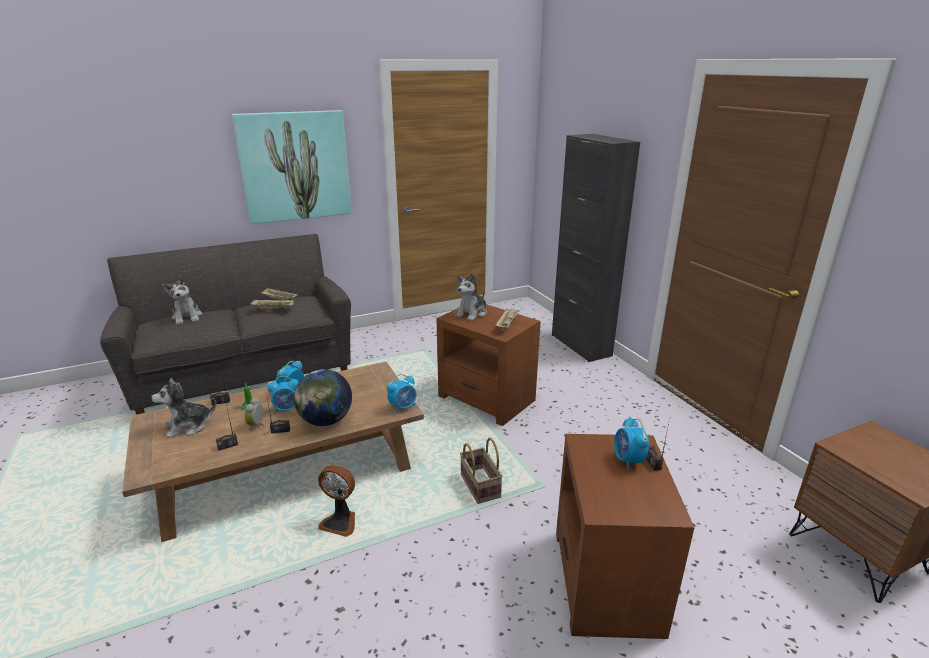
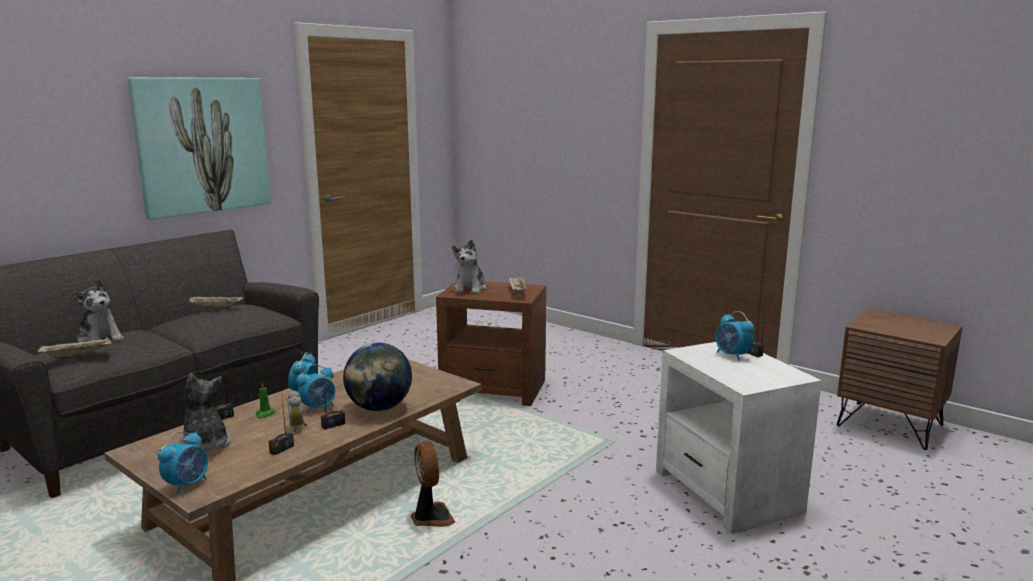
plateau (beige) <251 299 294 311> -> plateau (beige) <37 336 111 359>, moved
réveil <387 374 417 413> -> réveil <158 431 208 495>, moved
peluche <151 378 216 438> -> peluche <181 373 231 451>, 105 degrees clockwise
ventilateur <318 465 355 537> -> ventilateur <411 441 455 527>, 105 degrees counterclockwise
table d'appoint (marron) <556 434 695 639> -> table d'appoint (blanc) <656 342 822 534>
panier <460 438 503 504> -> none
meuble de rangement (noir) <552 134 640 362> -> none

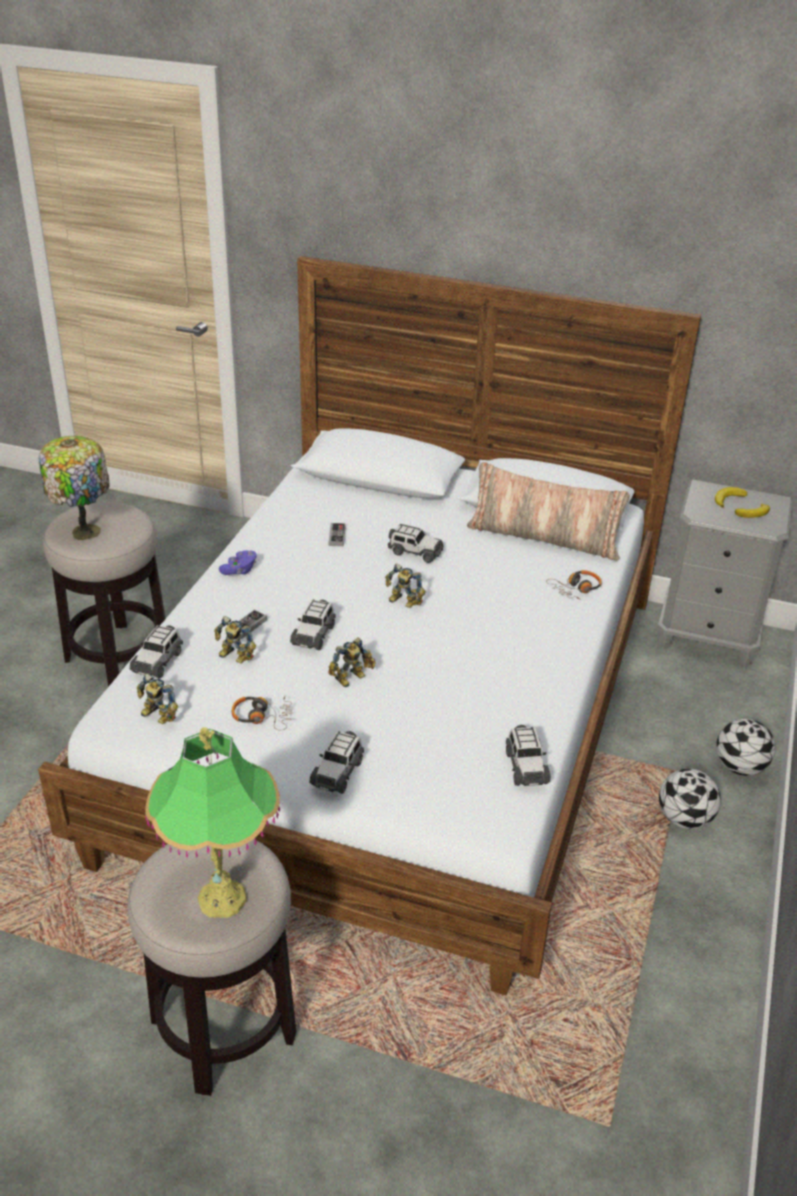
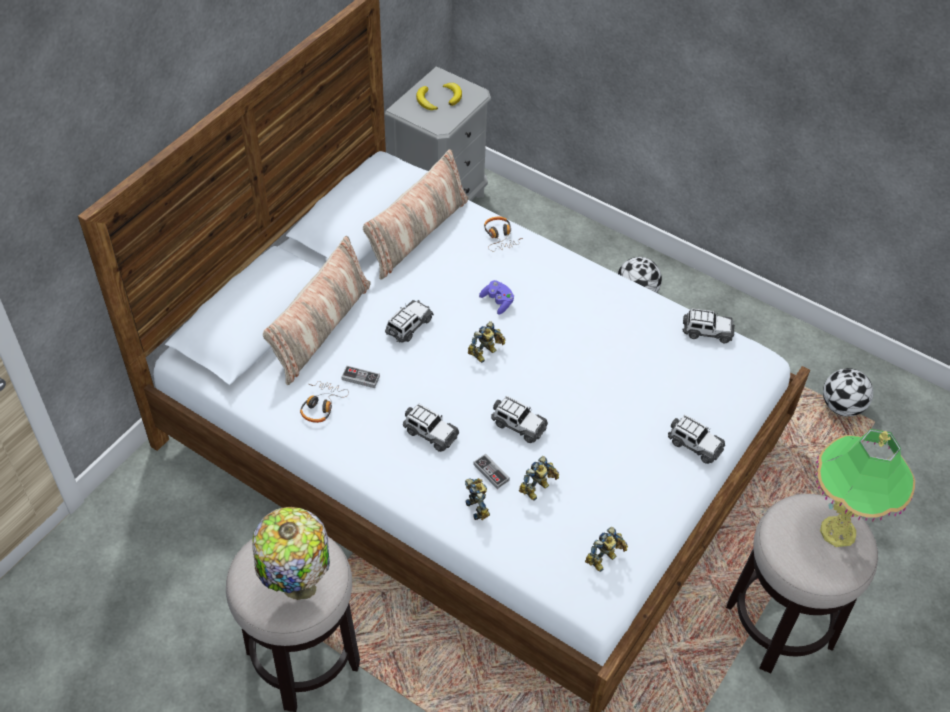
none -> coussin <263 236 371 385>
casque audio <232 696 292 730> -> casque audio <300 381 349 423>, moved
petite voiture <130 625 183 679> -> petite voiture <403 403 459 452>, moved
robot jouet <328 637 376 687> -> robot jouet <465 478 490 520>, moved
manette (violet) <219 550 257 575> -> manette (violet) <479 280 514 315>, moved
ballon de foot <716 718 776 776> -> ballon de foot <823 368 873 417>, moved

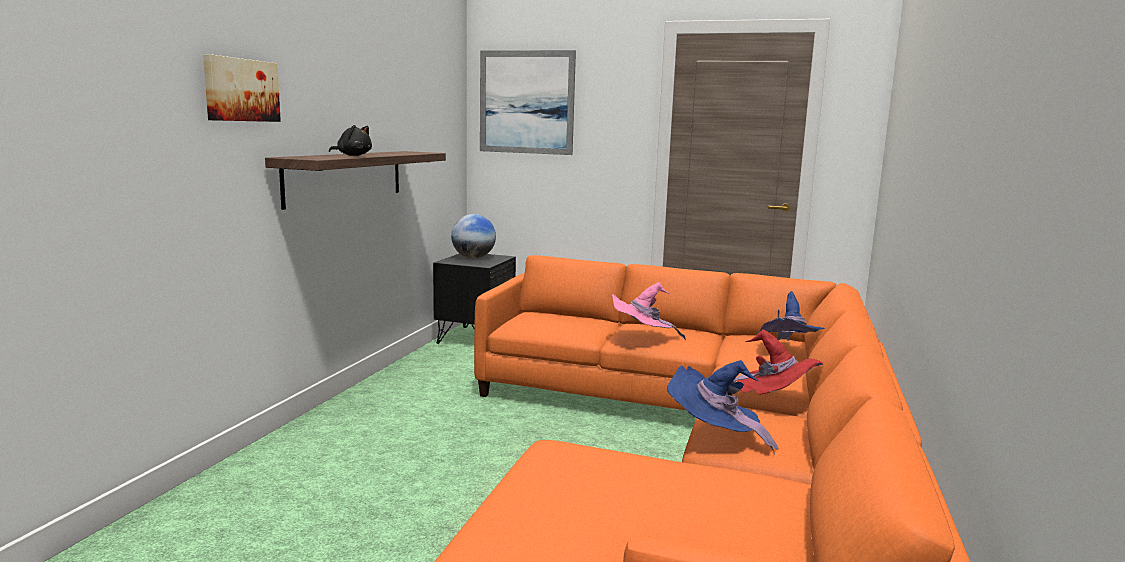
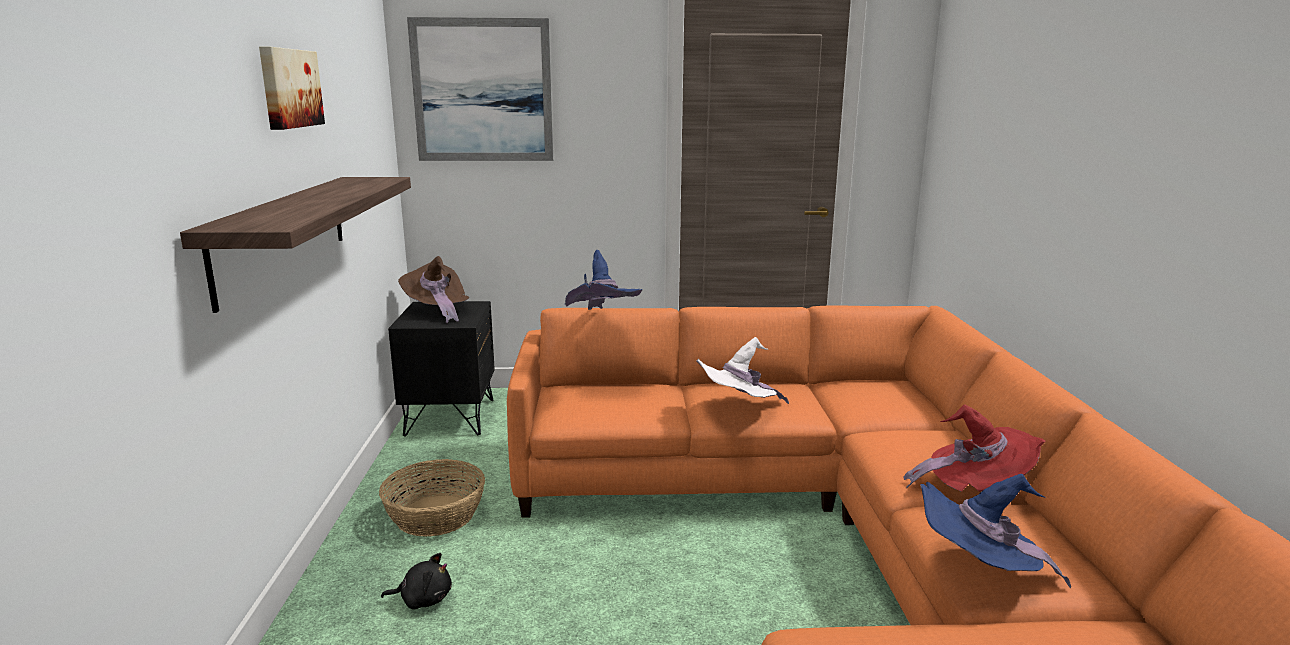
tableau <203 54 281 122> -> tableau <259 47 325 130>, moved
none -> panier <379 459 485 537>
peluche (noir) <329 125 372 156> -> peluche (noir) <381 553 452 610>, moved
globe <451 214 496 258> -> chapeau (marron) <398 256 470 323>
chapeau (bleu) <758 291 824 341> -> chapeau (bleu) <565 250 642 310>, moved
chapeau (rose) <611 282 686 340> -> chapeau (blanc) <696 337 789 404>

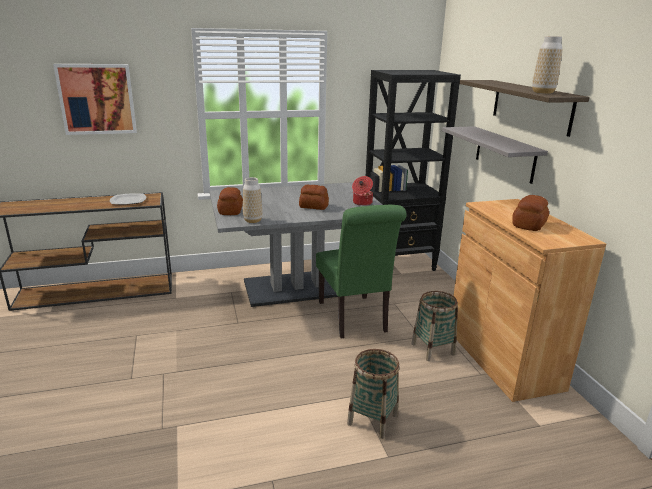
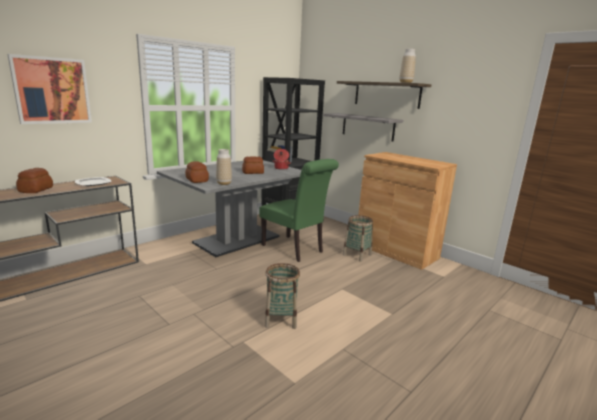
pain <512 195 549 231> -> pain <16 168 53 193>, moved
panier <347 349 400 439> -> panier <265 263 300 329>, moved

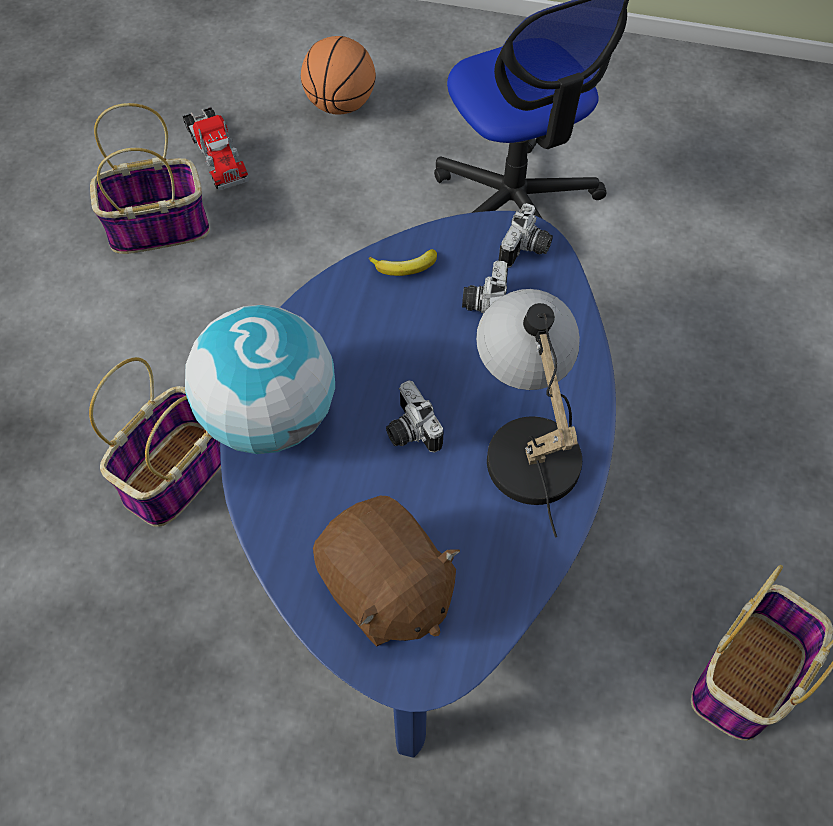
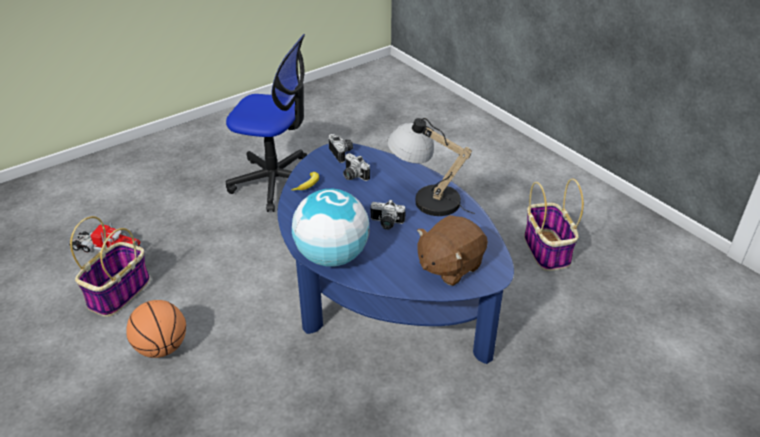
ballon de basket <301 36 376 115> -> ballon de basket <126 300 186 358>, moved
peluche (marron) <313 496 460 647> -> peluche (marron) <417 215 488 286>, 135 degrees clockwise
panier <89 357 221 527> -> none

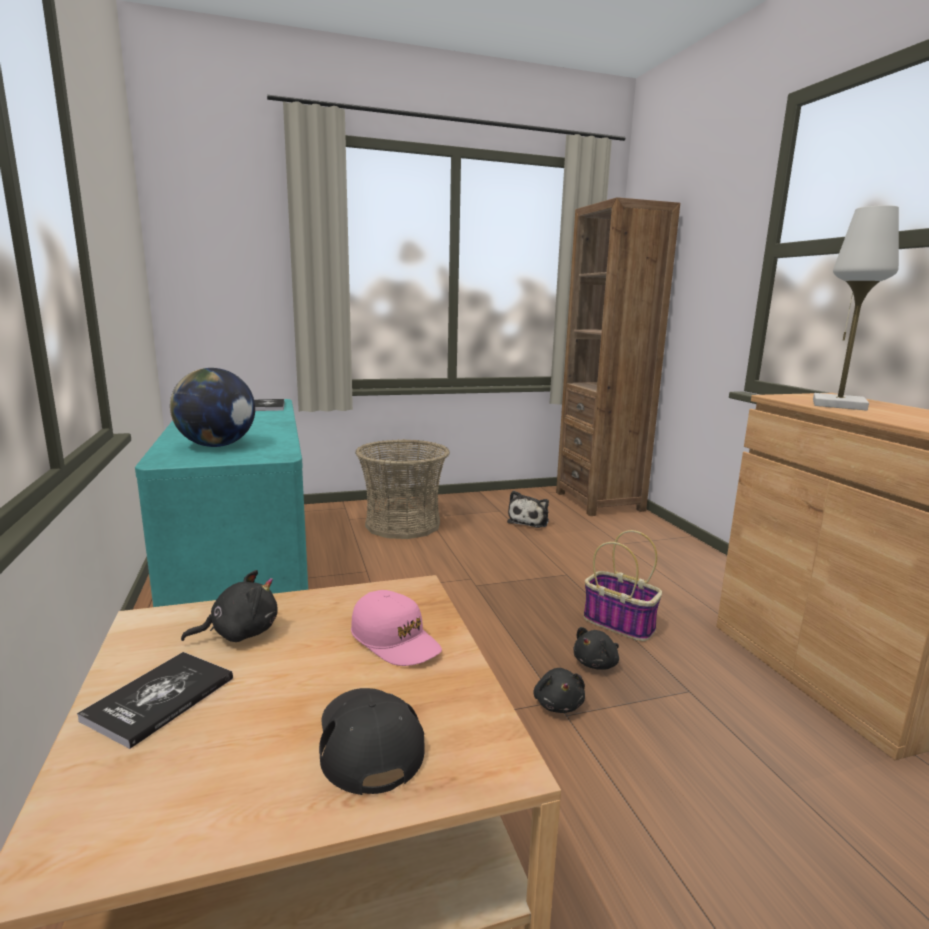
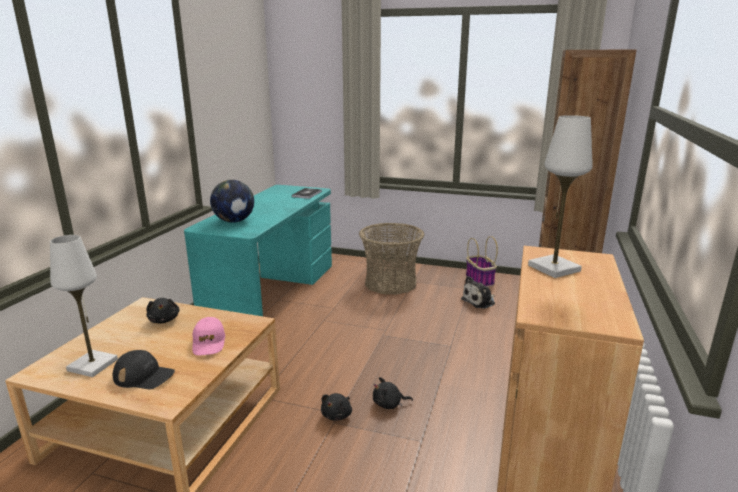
none -> lampe de table (blanc) <50 235 118 377>
casquette (noir) <319 688 425 795> -> casquette (noir) <113 350 175 389>, 90 degrees clockwise
peluche (noir) <181 570 277 642> -> peluche (noir) <146 298 180 323>, 60 degrees clockwise
panier <584 530 662 641> -> panier <466 236 498 287>, moved
livre <77 652 233 749> -> none

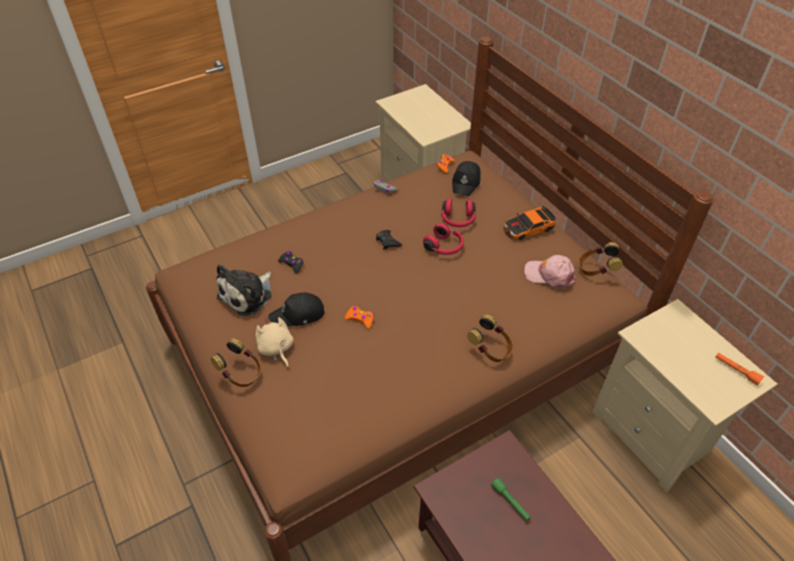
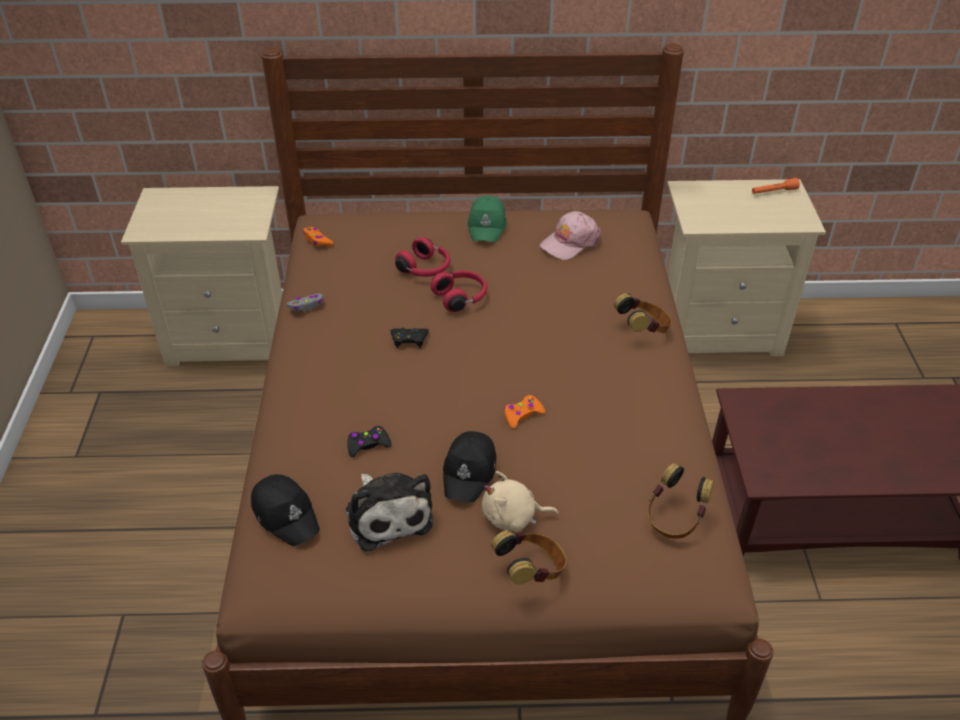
casquette (noir) <452 161 481 196> -> casquette (noir) <251 474 320 546>, moved
petite voiture <503 206 555 240> -> casquette (vert) <467 196 506 242>
casque audio <578 242 623 276> -> casque audio <648 463 714 539>, moved
lampe de poche (vert) <491 478 531 521> -> none

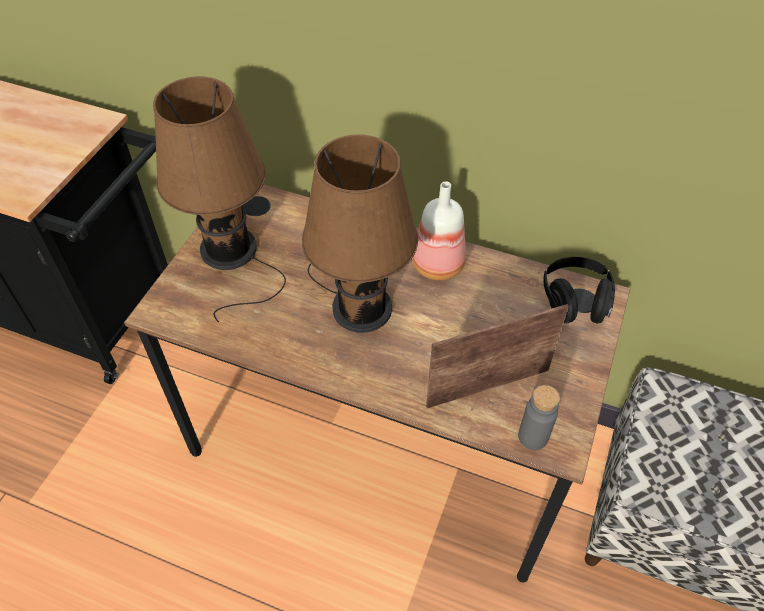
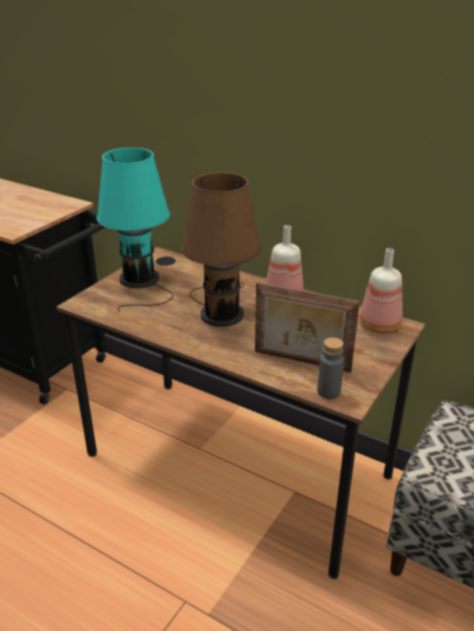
lampe de table (marron) <153 76 286 323> -> lampe de table (turquoise) <97 148 173 312>
cadre photo <426 304 569 408> -> cadre photo <255 282 360 372>, 150 degrees counterclockwise
casque audio (noir) <544 257 615 324> -> bouteille <360 248 403 334>

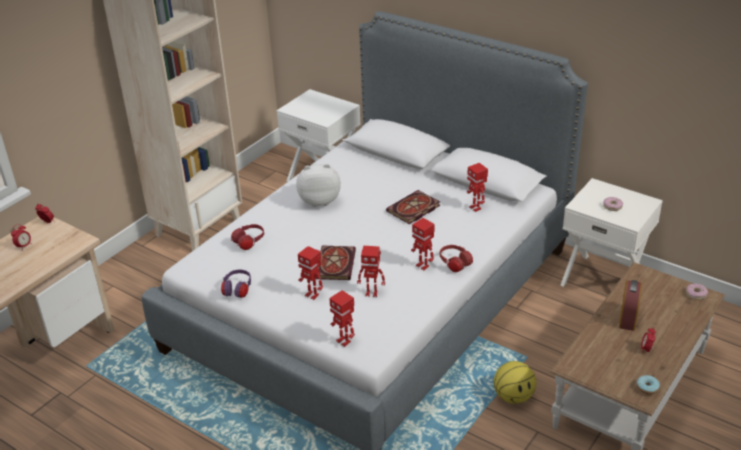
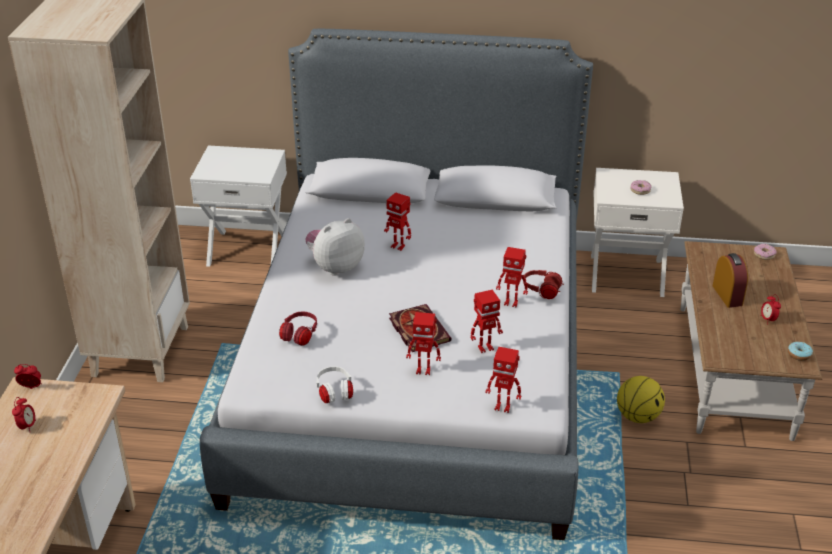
casque audio (violet) <221 270 251 298> -> casque audio (blanc) <316 366 353 404>
robot jouet <467 163 488 212> -> robot jouet <384 192 411 251>, moved
livre <386 190 440 224> -> none

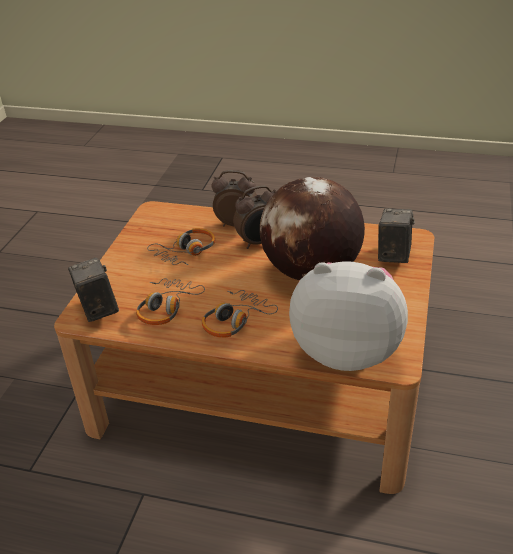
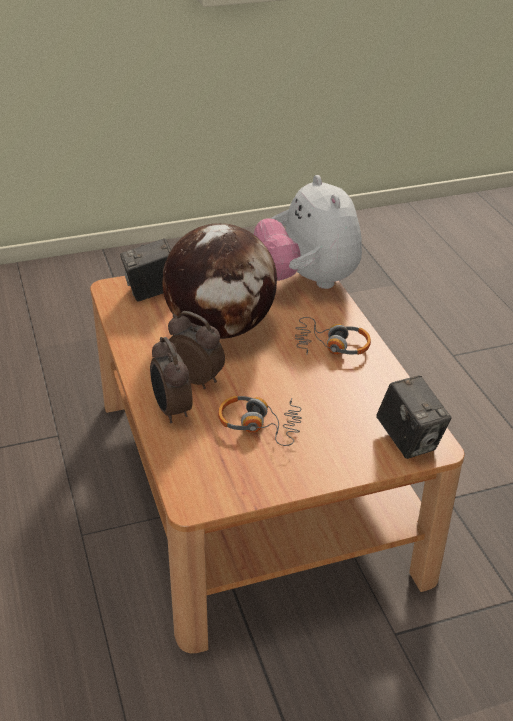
appareil photo <68 257 119 322> -> appareil photo <376 375 452 459>, 60 degrees counterclockwise
casque audio <136 278 205 325> -> none

